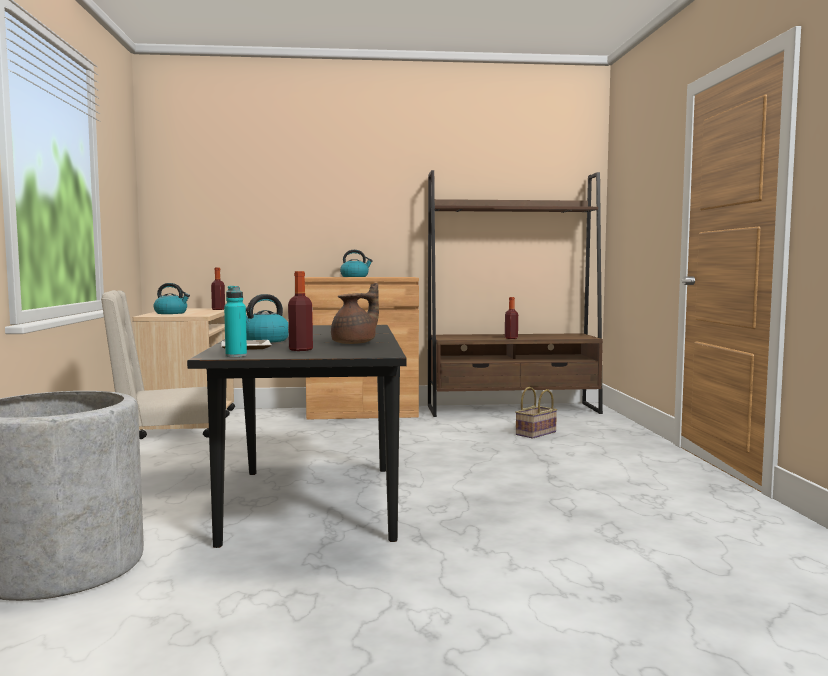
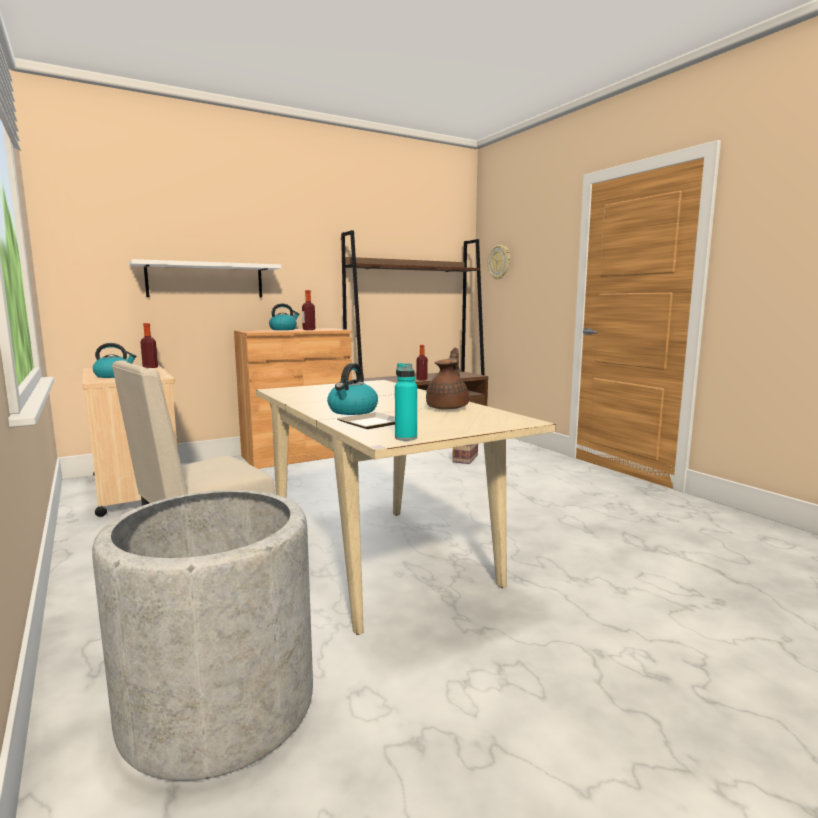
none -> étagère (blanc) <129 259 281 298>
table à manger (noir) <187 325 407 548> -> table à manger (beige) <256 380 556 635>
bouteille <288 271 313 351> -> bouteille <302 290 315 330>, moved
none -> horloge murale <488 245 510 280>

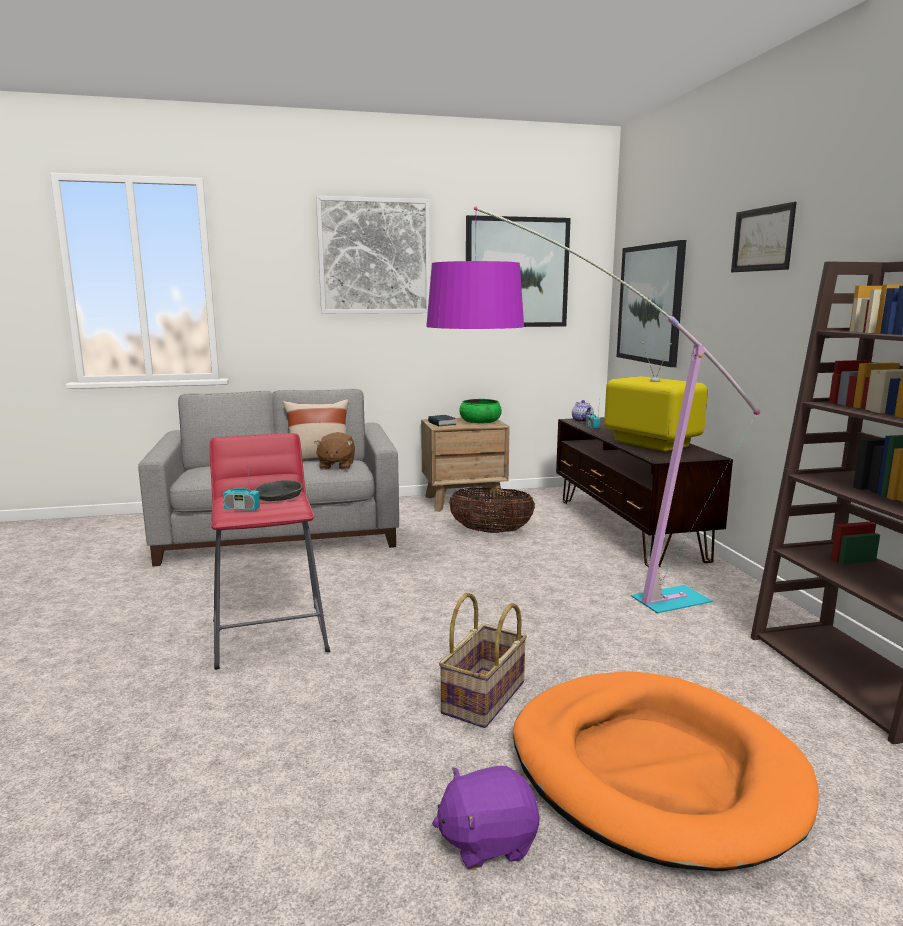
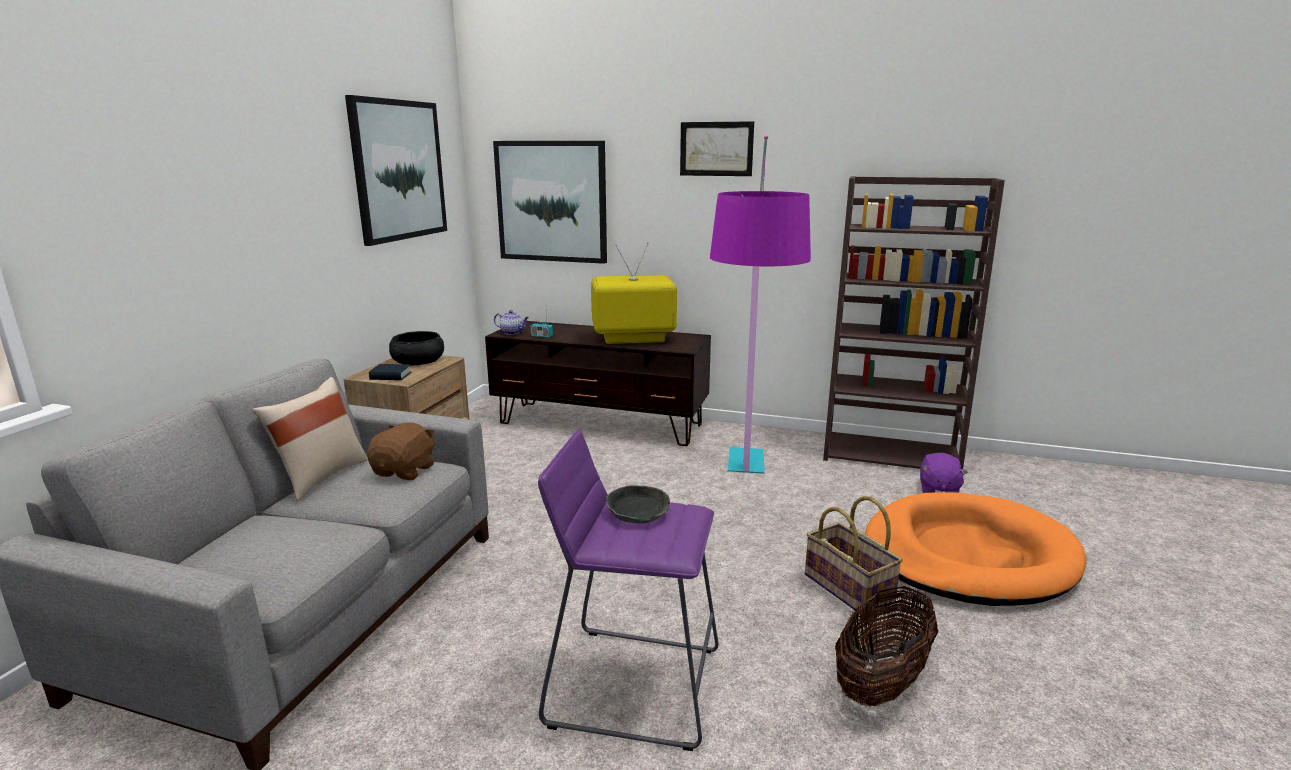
peluche (marron) <314 432 355 470> -> peluche (marron) <367 422 435 480>, 105 degrees counterclockwise
bol (vert) <459 399 502 423> -> bol (noir) <389 331 444 366>
tabouret (rouge) <210 433 330 670> -> tabouret (violet) <538 430 719 751>
panier <448 487 535 533> -> panier <835 586 938 706>, moved
peluche (violet) <432 766 540 869> -> peluche (violet) <920 453 968 493>, moved
radio <223 460 260 511> -> none
tableau <316 196 430 314> -> none

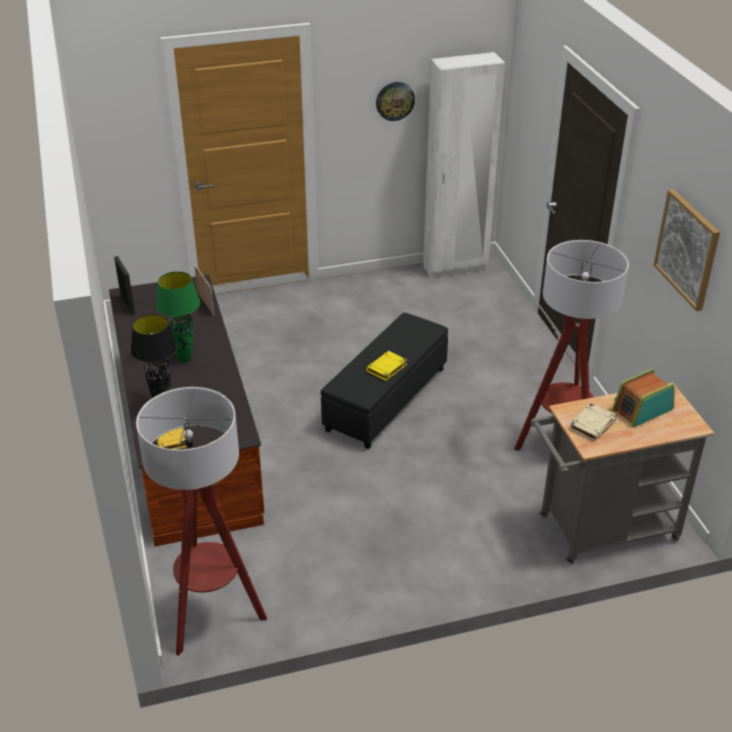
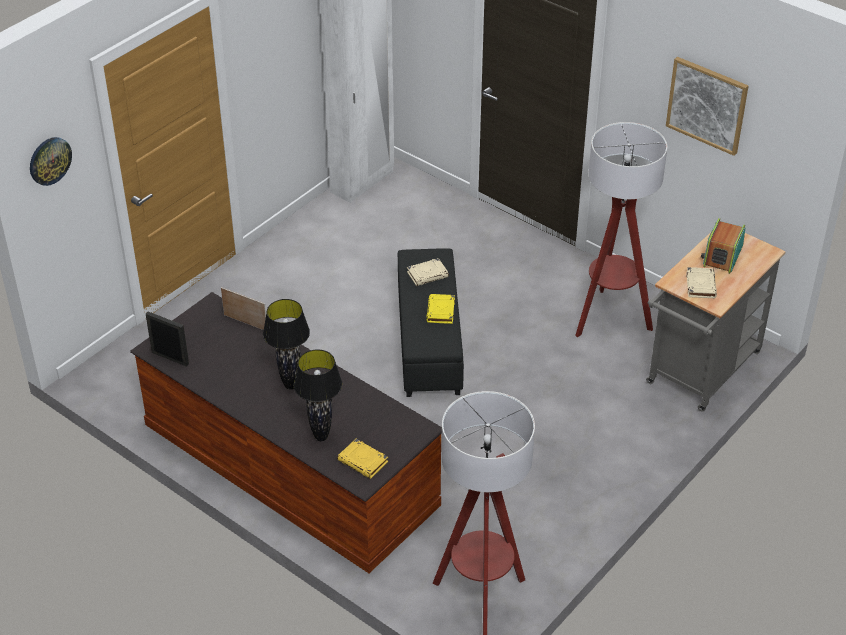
horloge murale <376 82 415 121> -> horloge murale <30 137 72 186>, moved
lampe de table (vert) <156 271 200 363> -> lampe de table (noir) <263 299 310 389>
none -> livre (beige) <407 258 449 286>

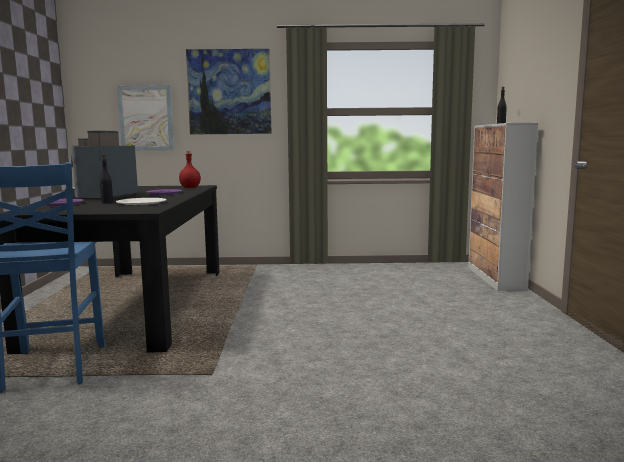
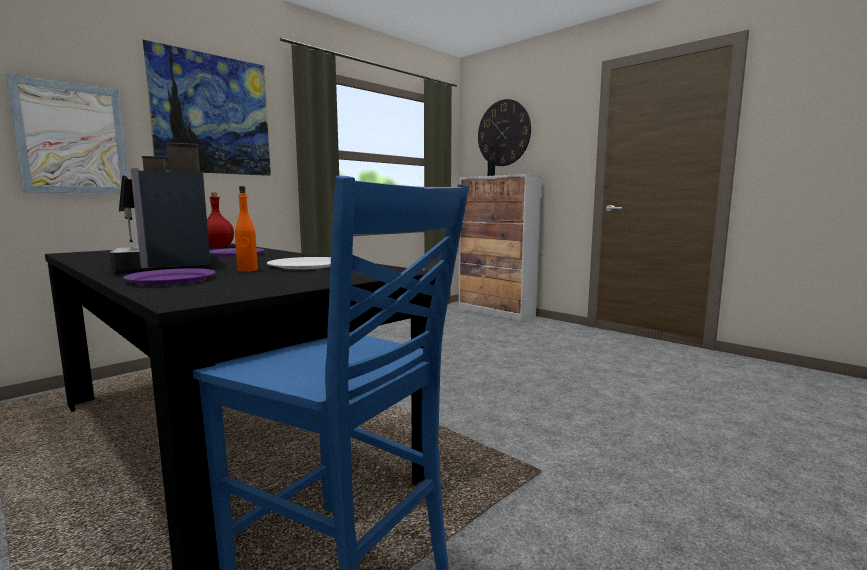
bouteille (noir) <100 155 113 204> -> bouteille (orange) <235 186 258 272>
none -> horloge murale <478 99 531 166>

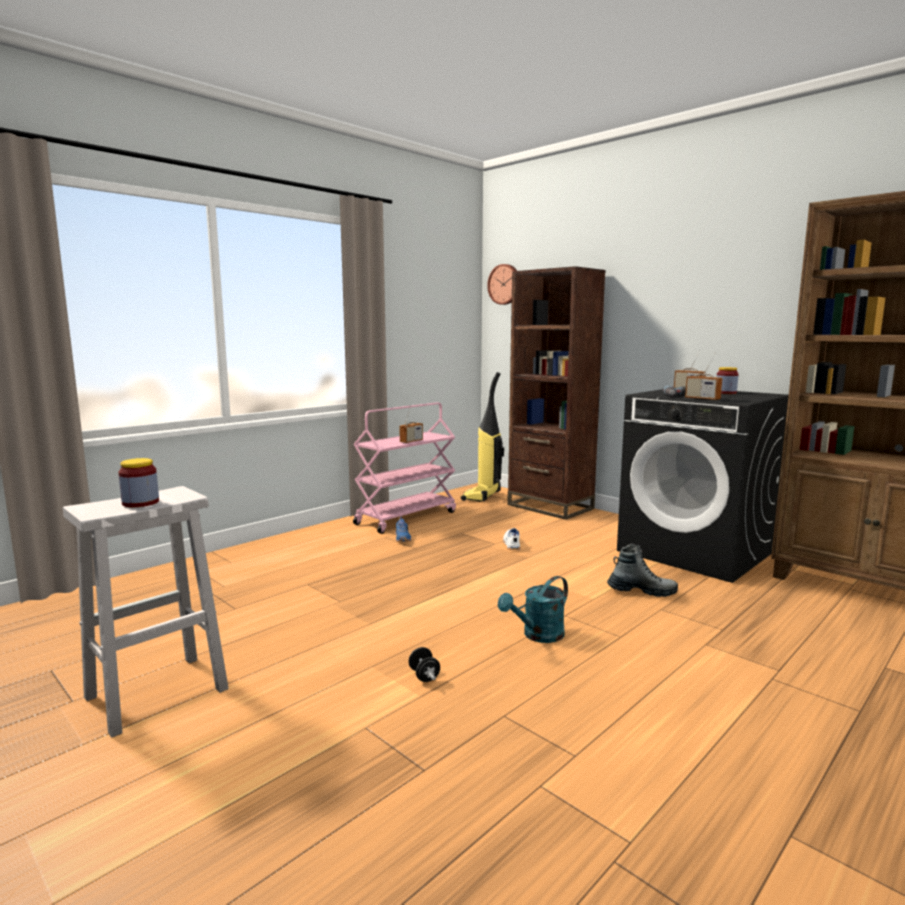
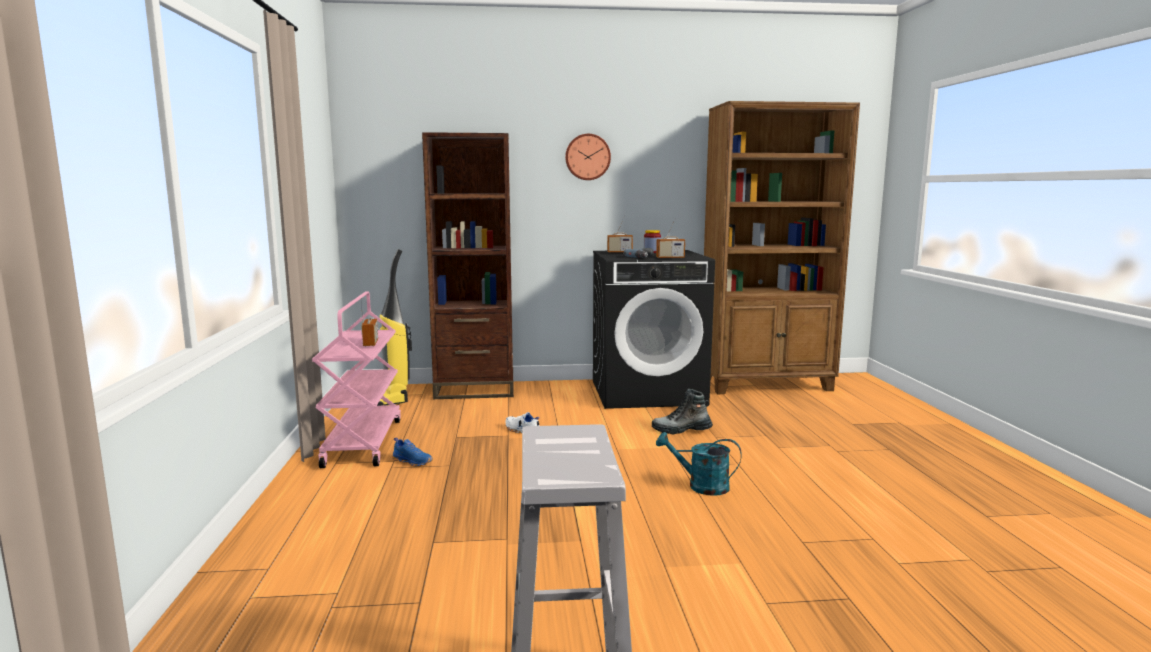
horloge murale <487 264 517 305> -> horloge murale <565 134 611 180>, moved
botte <607 544 678 597> -> botte <652 389 713 435>, 135 degrees counterclockwise
arrosoir (turquoise) <498 576 568 643> -> arrosoir (turquoise) <656 432 742 496>, 105 degrees clockwise
bocal <118 458 159 507> -> none
haltère (noir) <409 647 440 682> -> none

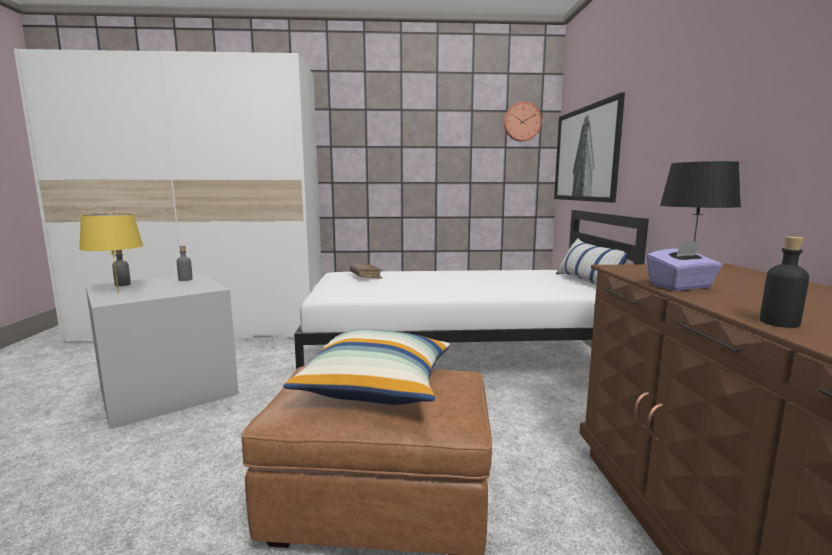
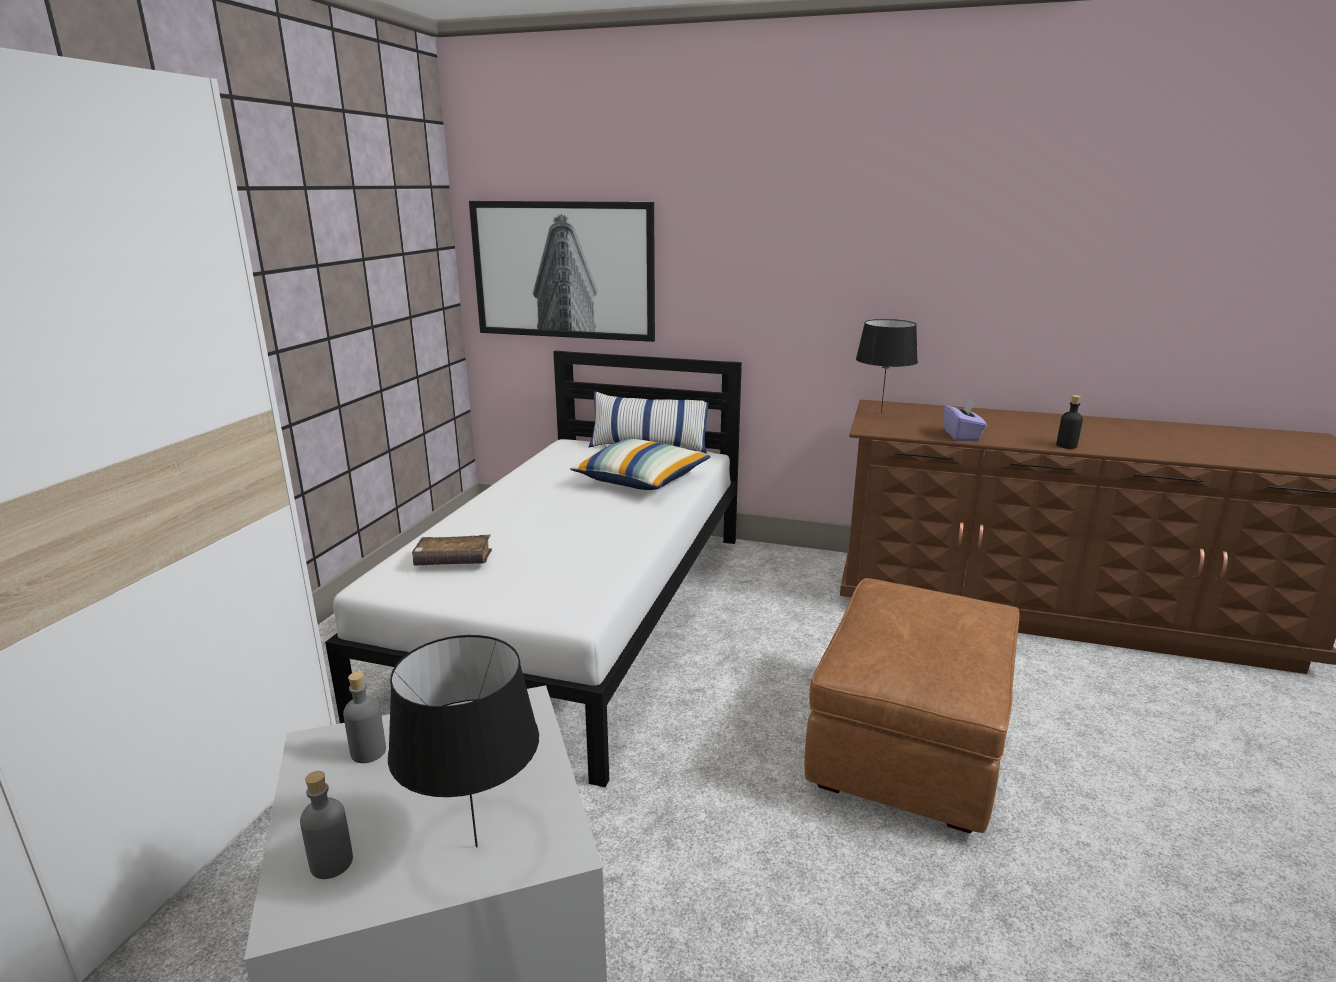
lampe de table (jaune) <79 213 143 295> -> lampe de table (noir) <388 635 539 847>
coussin <283 329 450 405> -> coussin <570 439 710 490>, moved
horloge murale <504 102 542 142> -> none

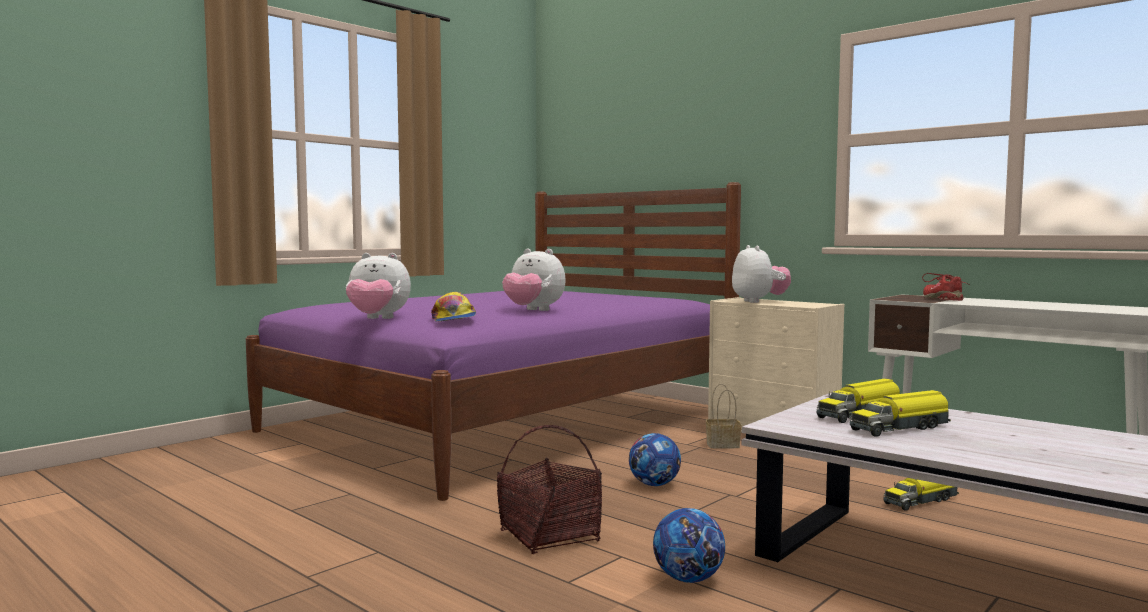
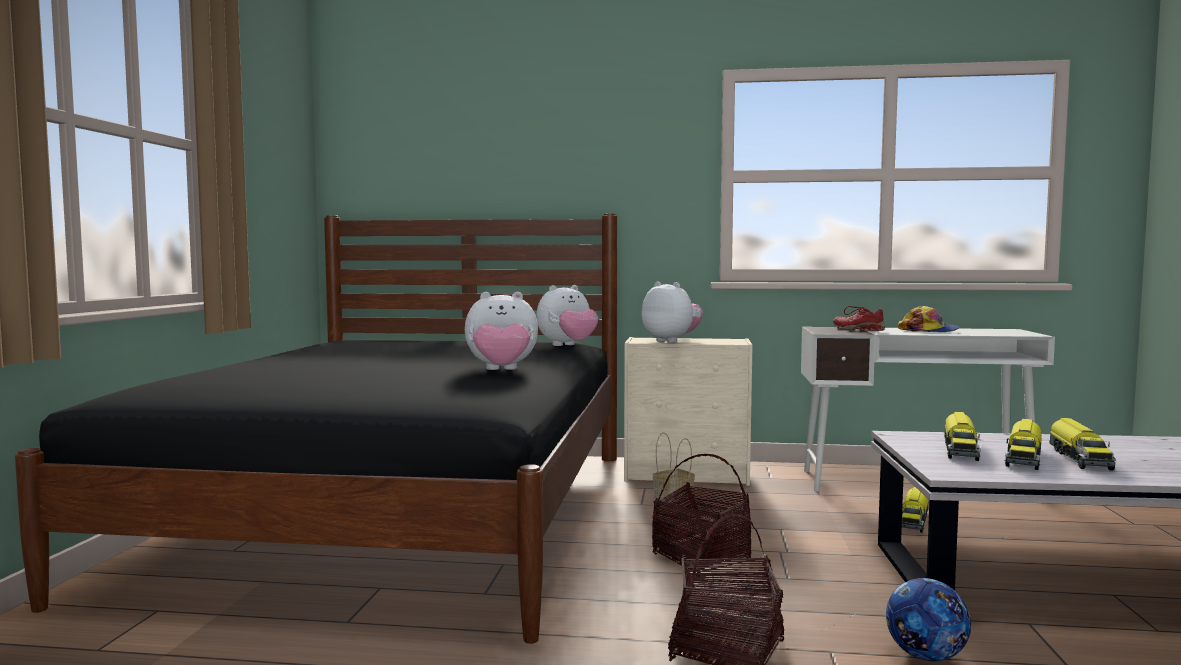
lit (violet) <246 182 741 501> -> lit (noir) <15 213 617 644>
peluche <346 253 411 319> -> peluche <537 285 598 346>, moved
ballon de foot <629 433 681 486> -> panier <652 454 751 573>
casquette <431 292 476 322> -> casquette <898 306 960 332>, moved
none -> camion jouet <1049 418 1116 471>

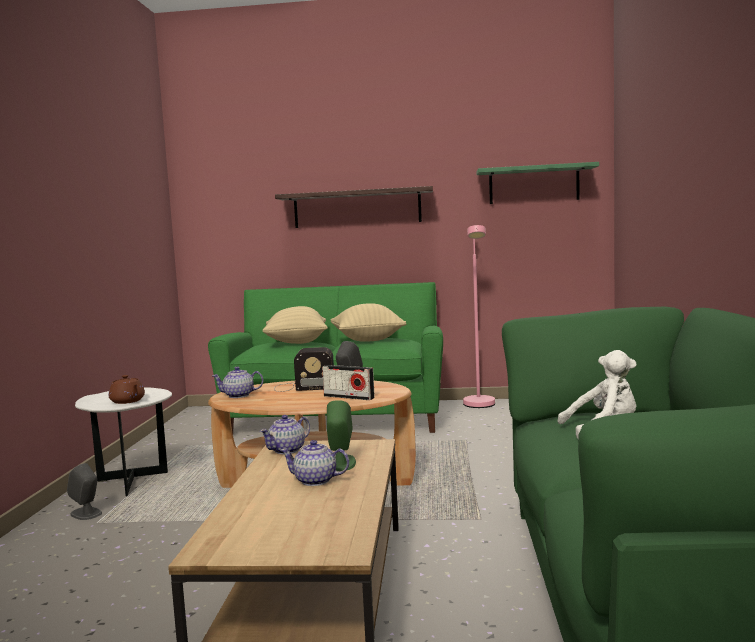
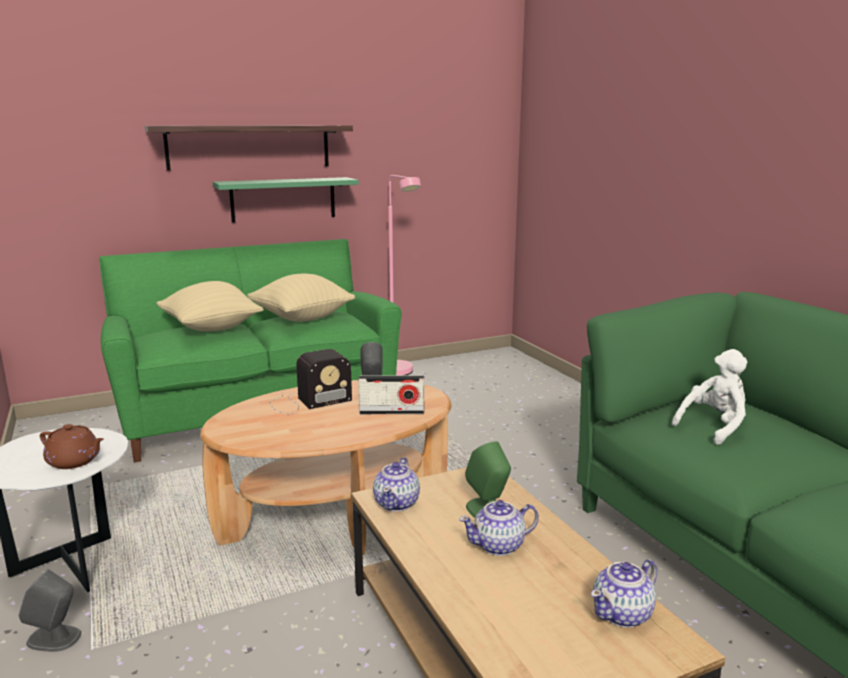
étagère (vert) <476 162 599 204> -> étagère (vert) <213 177 359 223>, moved
théière <212 366 263 398> -> théière <591 559 657 628>, moved

